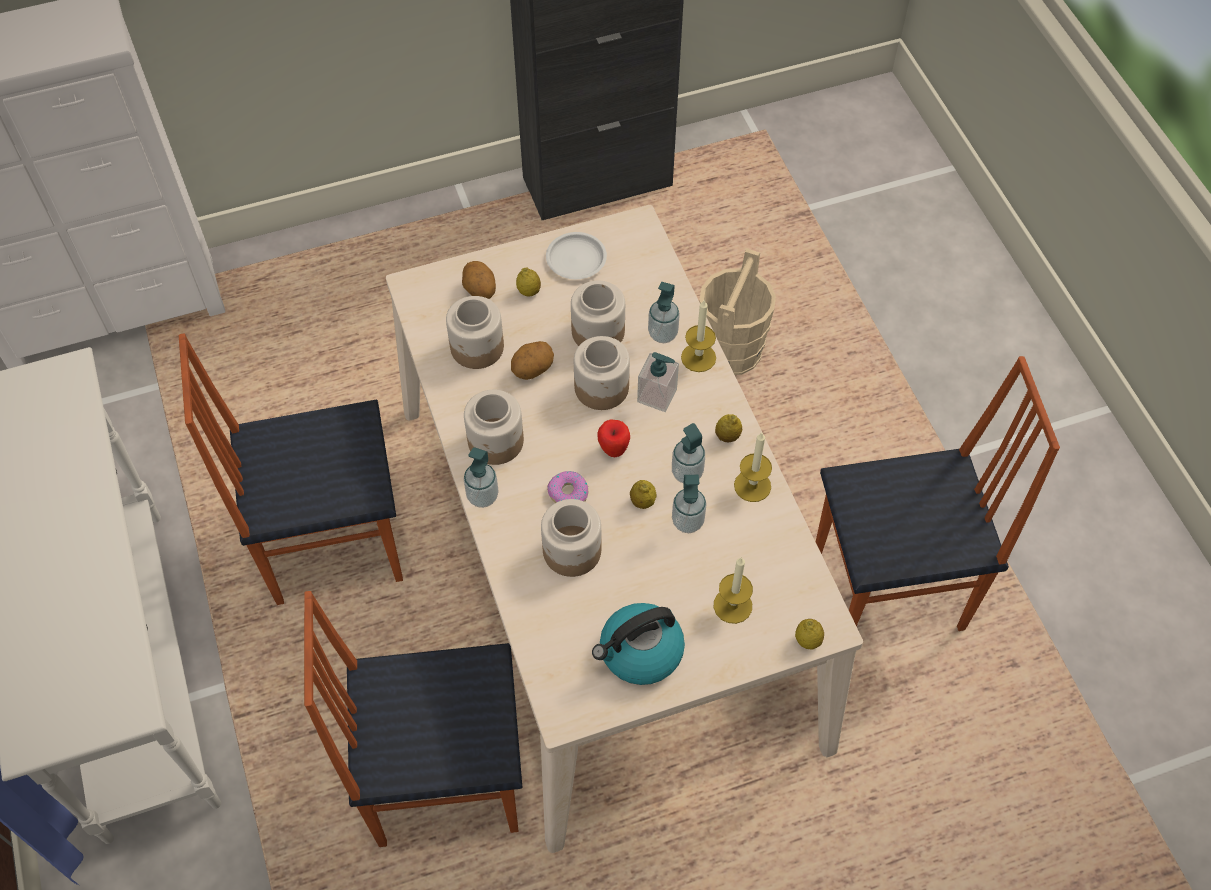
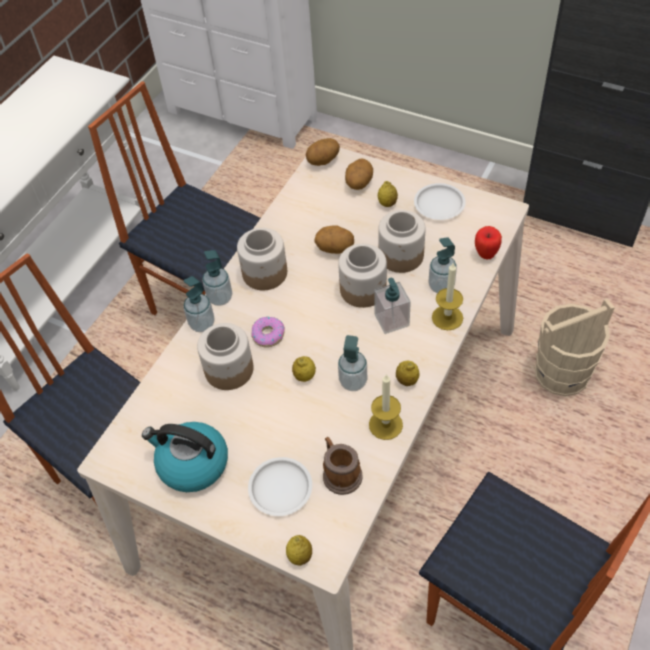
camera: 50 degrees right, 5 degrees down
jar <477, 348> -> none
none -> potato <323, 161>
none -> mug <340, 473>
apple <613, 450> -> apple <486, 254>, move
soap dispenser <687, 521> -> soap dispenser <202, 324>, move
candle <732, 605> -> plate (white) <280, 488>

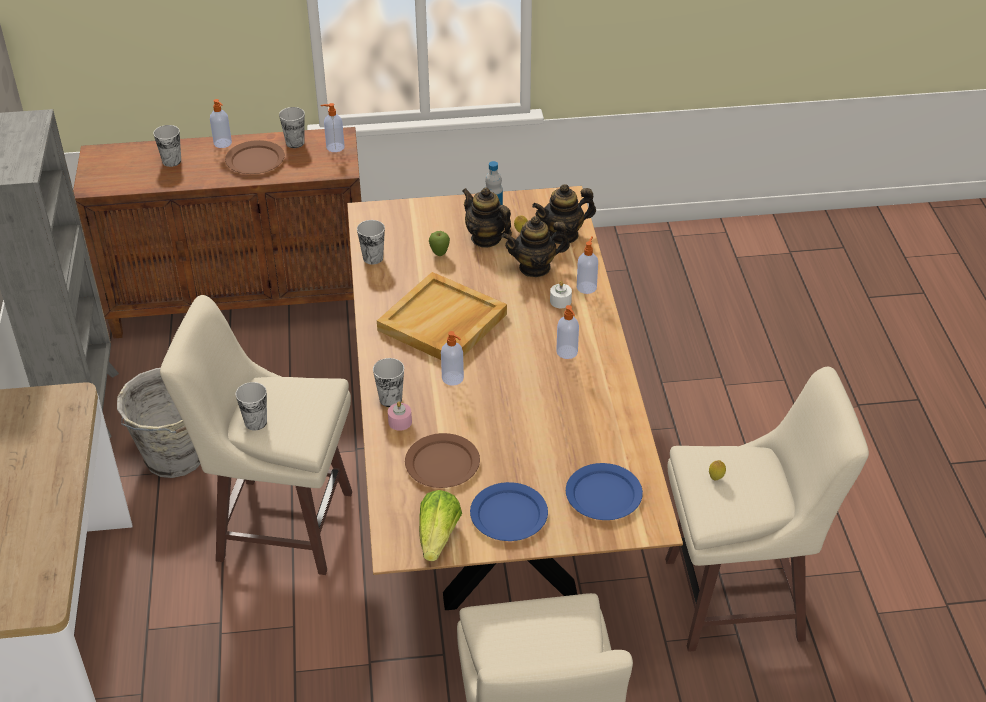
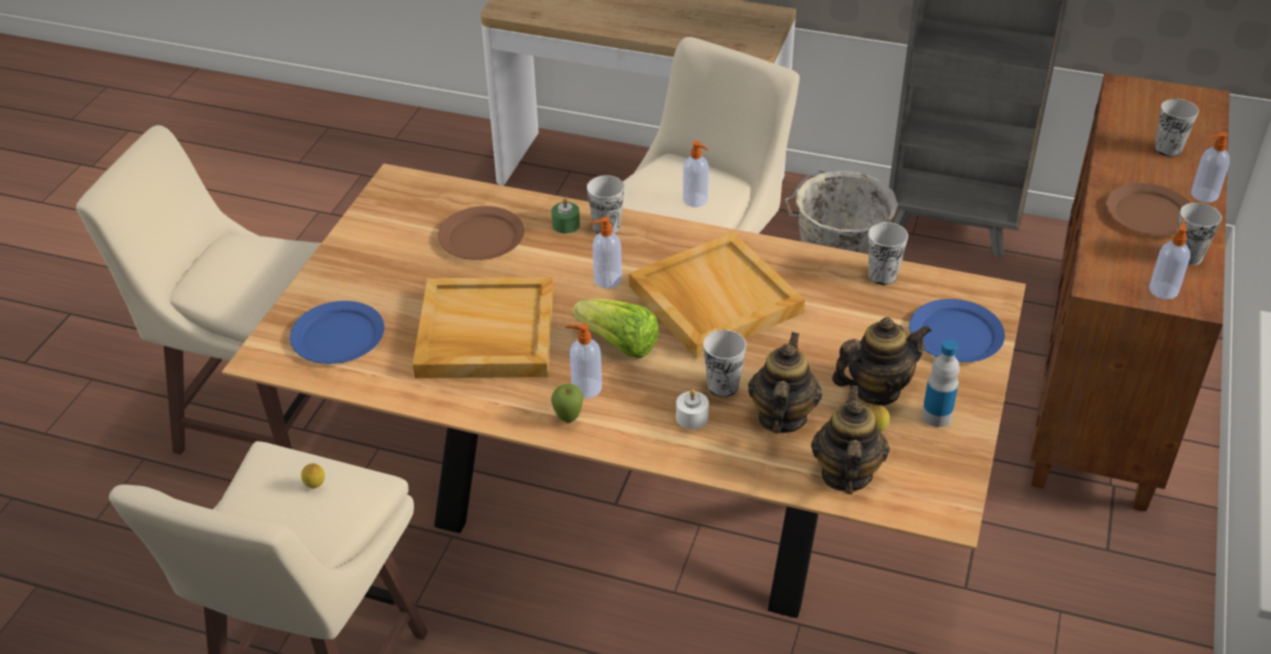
camera: 115 degrees right, 0 degrees up
none -> tray (beige) <485, 333>
cup <256, 422> -> cup <723, 386>, move
lettuce <438, 537> -> lettuce <618, 344>, move
apple <439, 254> -> apple <568, 419>, move
plate (blue) <509, 515> -> plate (blue) <955, 335>, move
soap dispenser <586, 287> -> soap dispenser <696, 200>, move
candle (pink) <400, 422> -> candle (green) <566, 225>

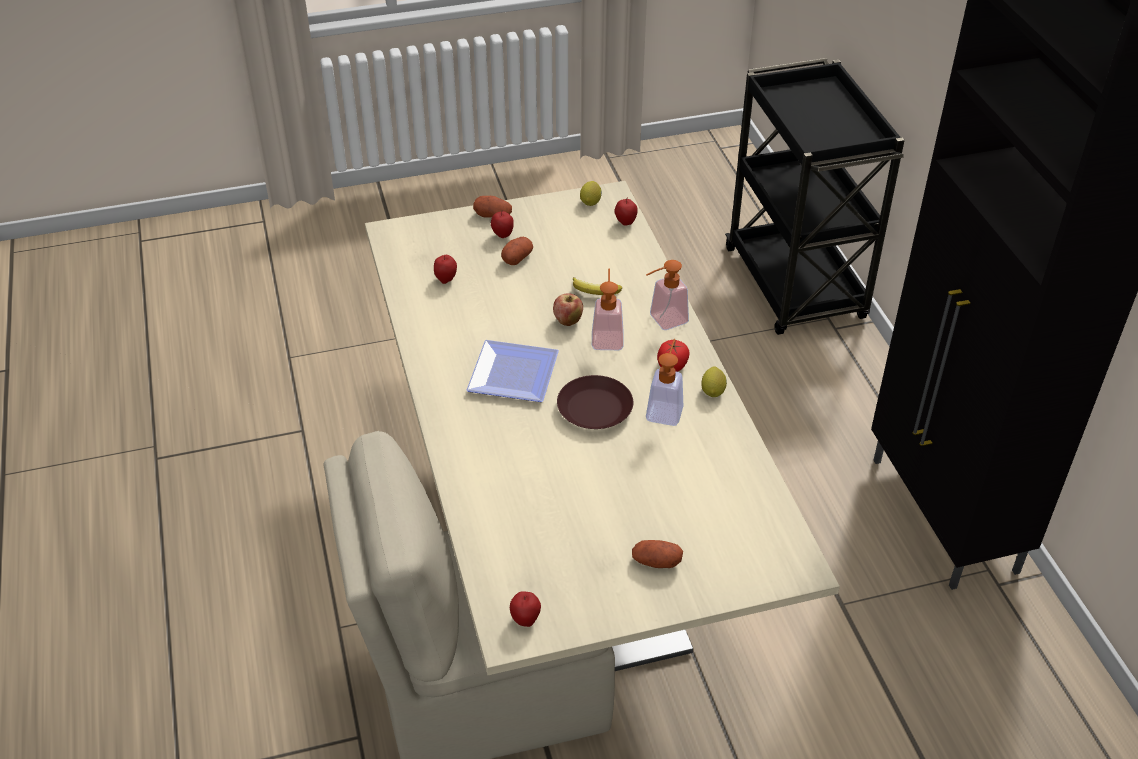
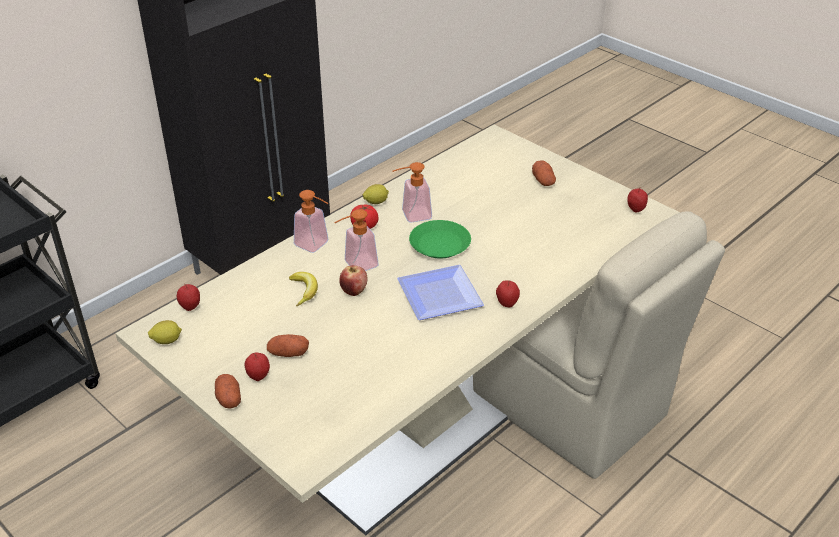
camera: 120 degrees left, 5 degrees down
apple <446, 279> -> apple <506, 304>, move
plate (brown) <595, 408> -> plate (green) <439, 244>

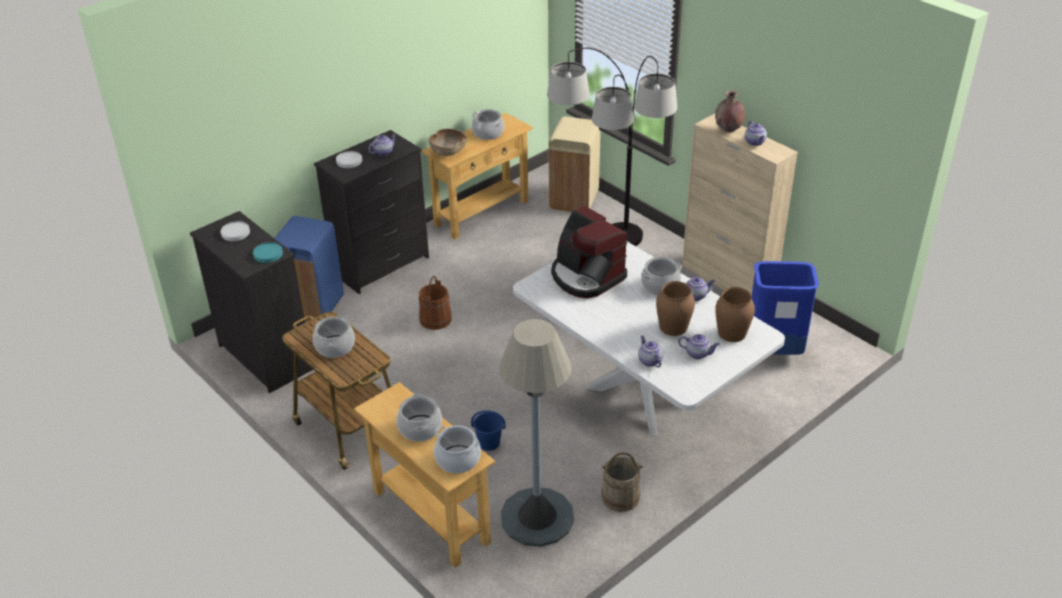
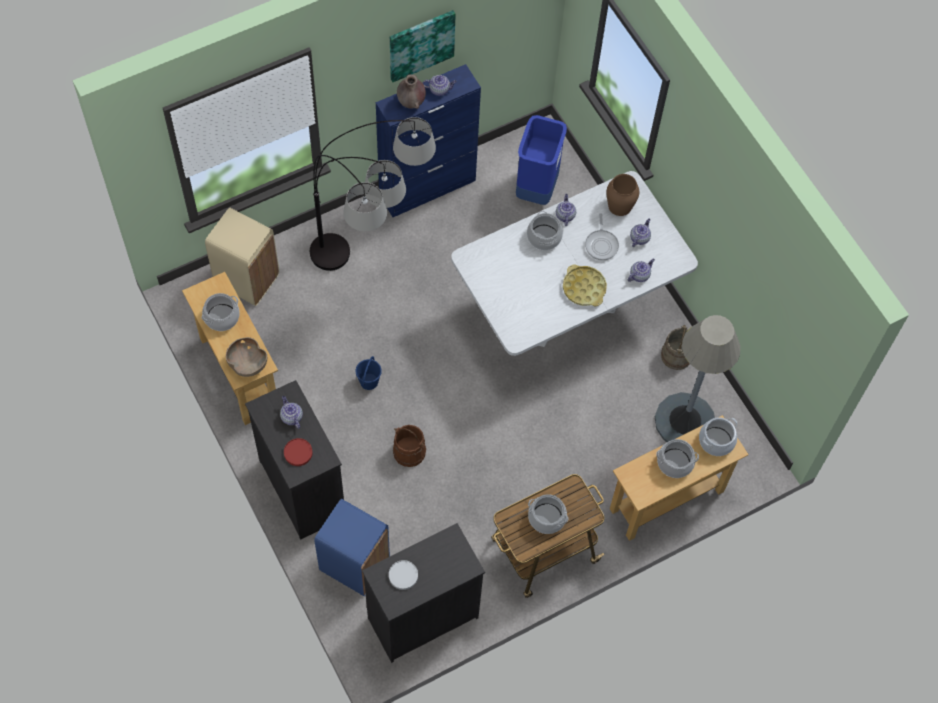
camera: 80 degrees left, 25 degrees up
plate (turquoise) <268, 254> -> none
coffee machine <586, 276> -> none
none -> picture <421, 44>
none -> tray (yellow) <584, 288>
bucket (blue) <488, 443> -> bucket (blue) <369, 382>, move
vase (brown) <673, 327> -> frying pan <601, 244>
plate (white) <349, 161> -> plate (red) <298, 453>
cabinet (beige) <728, 280> -> cabinet (blue) <428, 187>
teapot <649, 361> -> teapot <639, 275>, 150 degrees clockwise

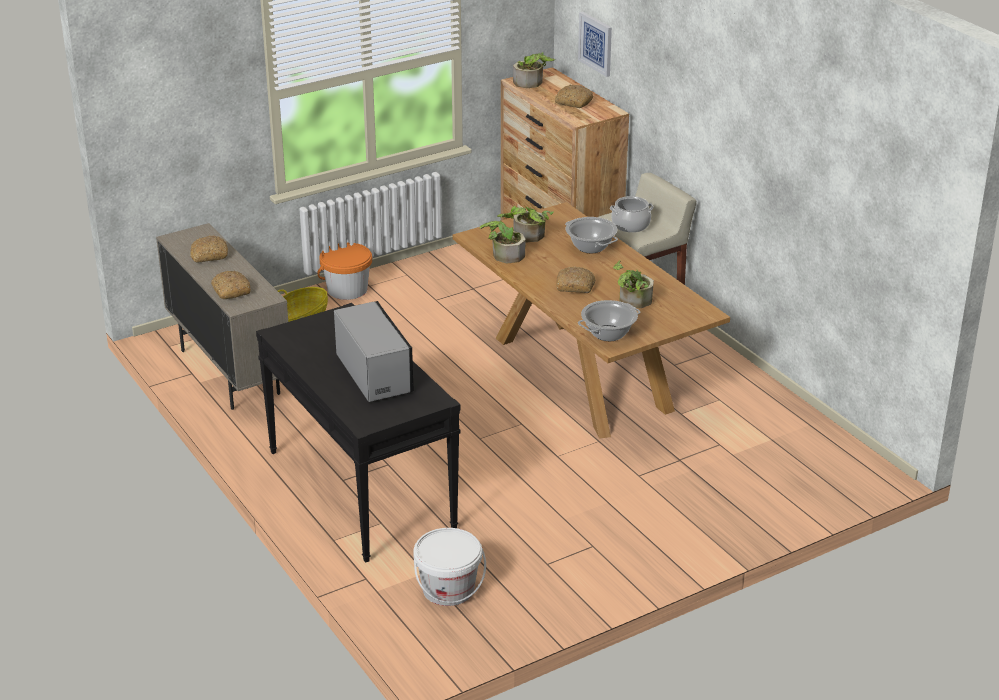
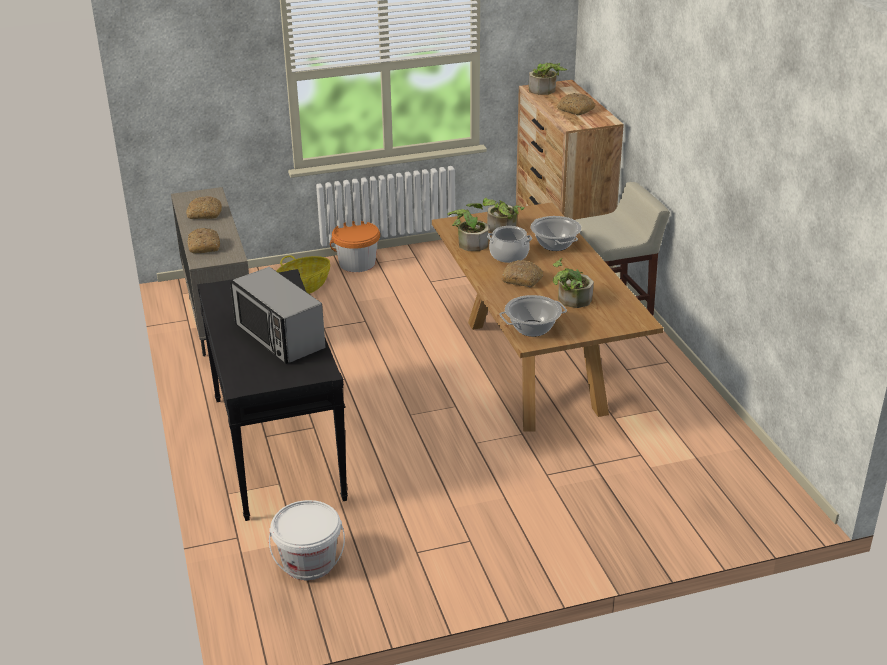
camera: 15 degrees right, 0 degrees up
picture <596, 43> -> none
cooking pot <630, 225> -> cooking pot <509, 255>, move
microwave <374, 373> -> microwave <279, 337>, 150 degrees clockwise

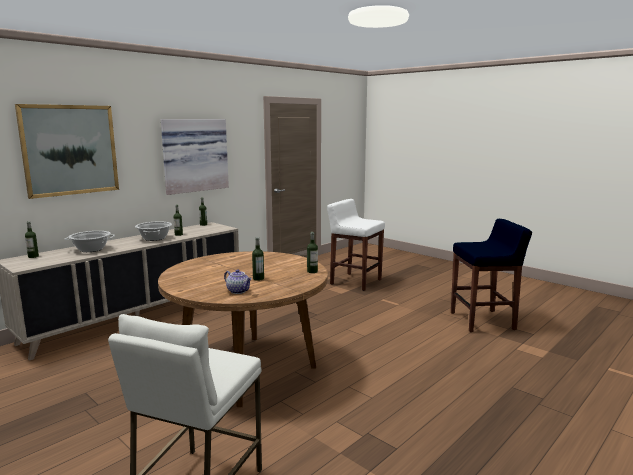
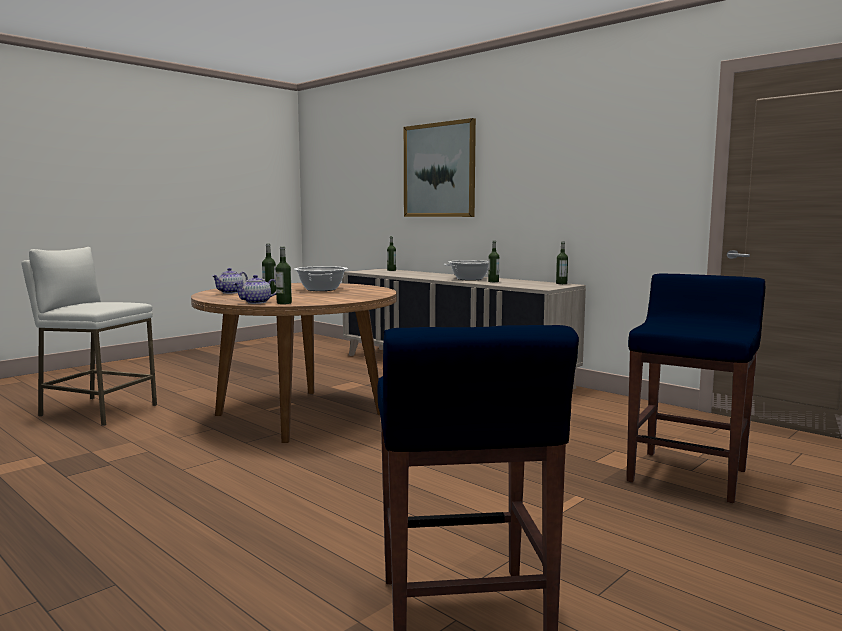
camera: 90 degrees right, 5 degrees down
picture <194, 155> -> none
none -> teapot <256, 302>
cooking pot <91, 249> -> cooking pot <321, 289>, move
stool (white) <355, 281> -> stool (blue) <688, 475>

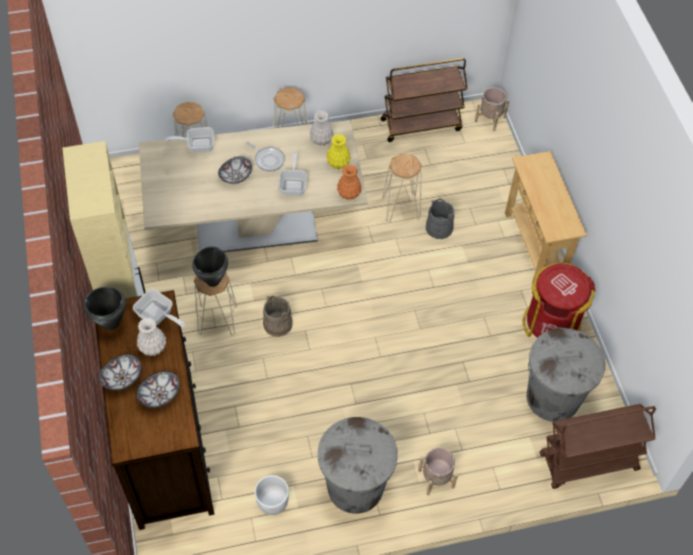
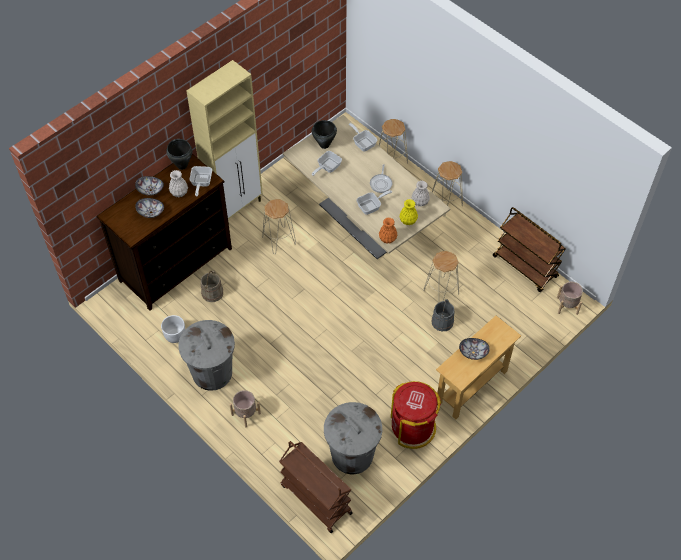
camera: 60 degrees right, 0 degrees up
none -> frying pan <327, 167>
cooking pot (black) <213, 281> -> cooking pot (black) <324, 145>, move
bowl <236, 177> -> bowl <473, 352>, move
bucket (beige) <277, 324> -> bucket (beige) <212, 293>, move

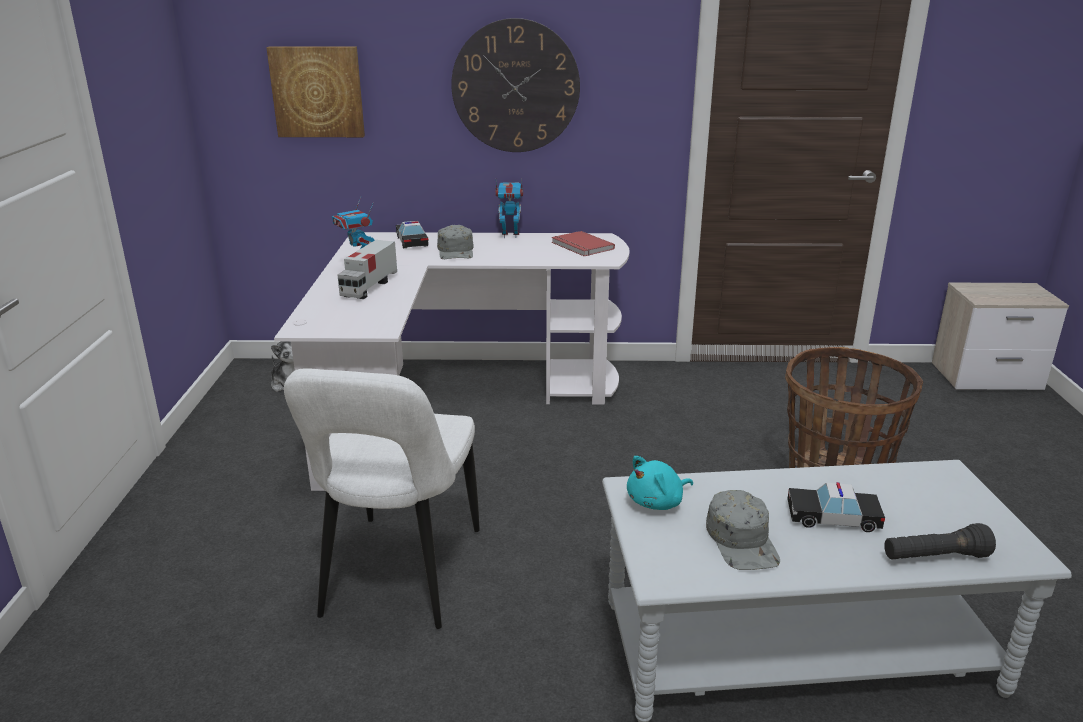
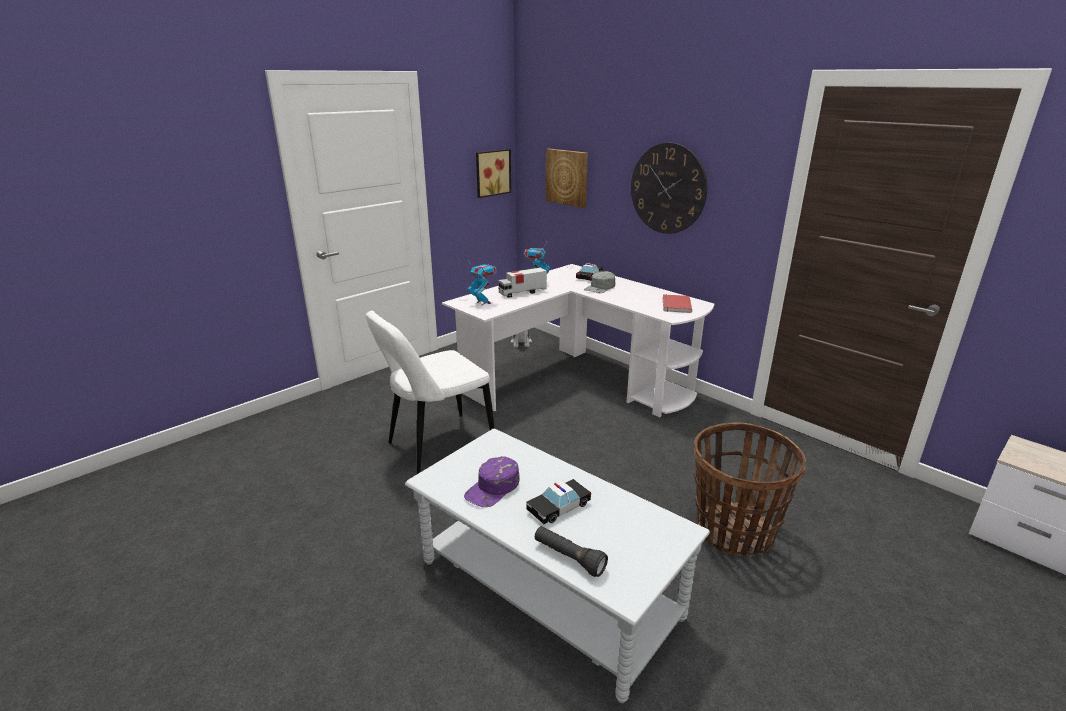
camera: 45 degrees right, 0 degrees up
plush toy (turquoise) <657, 502> -> none
none -> picture <492, 172>
toy robot <510, 235> -> toy robot <483, 303>, move
cap (grey) <742, 540> -> cap (purple) <493, 488>
toy car <833, 517> -> toy car <558, 507>, 90 degrees counterclockwise

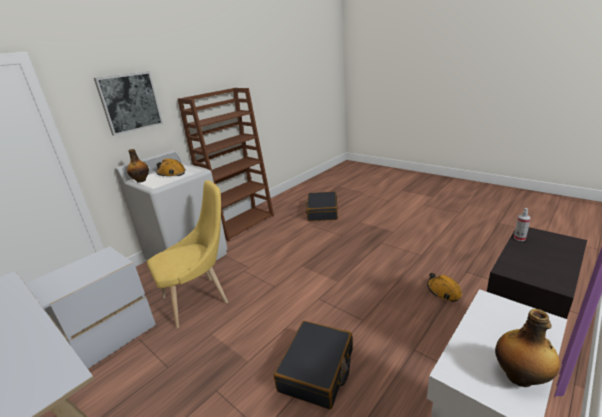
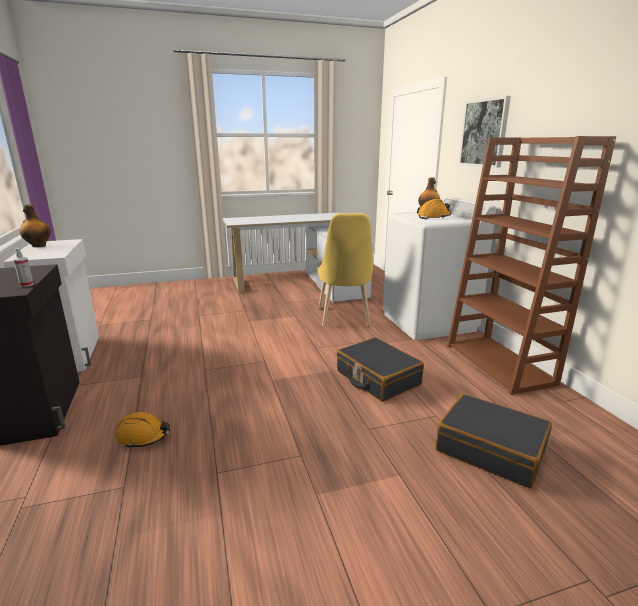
camera: 120 degrees right, 5 degrees down
suitcase (black) <317, 370> -> suitcase (black) <377, 378>, move

